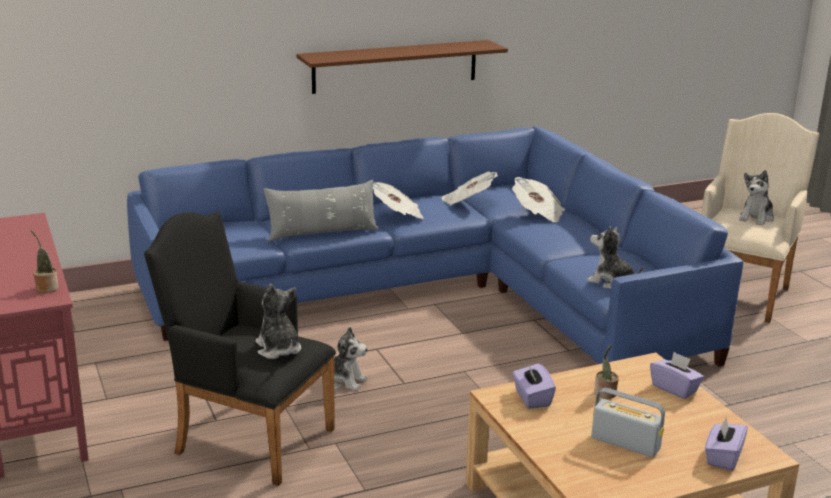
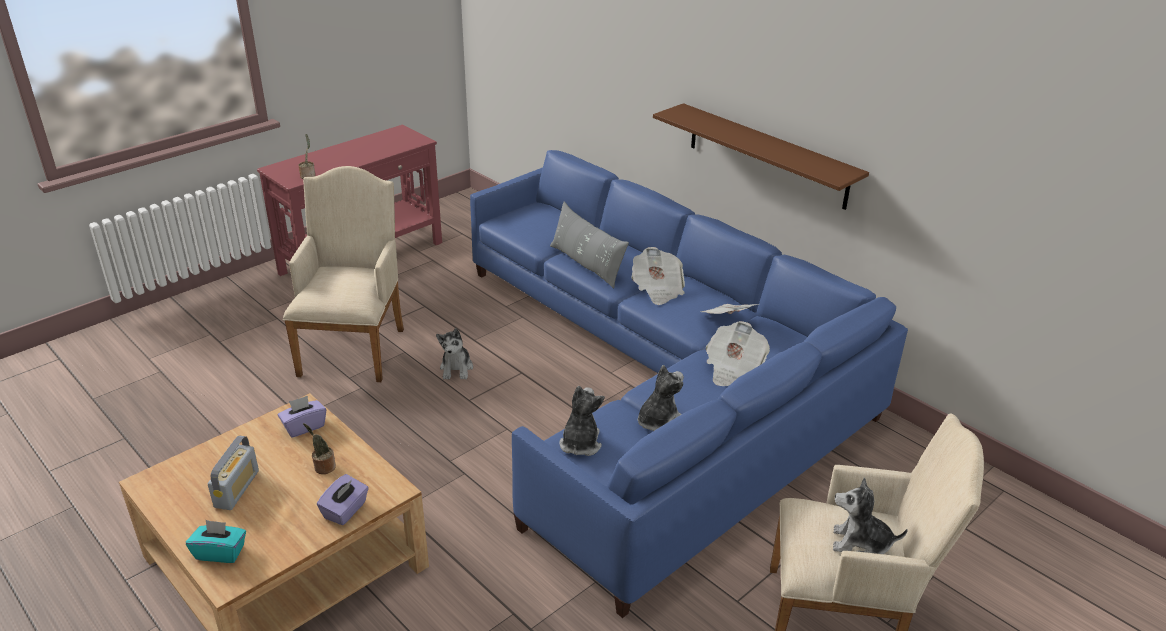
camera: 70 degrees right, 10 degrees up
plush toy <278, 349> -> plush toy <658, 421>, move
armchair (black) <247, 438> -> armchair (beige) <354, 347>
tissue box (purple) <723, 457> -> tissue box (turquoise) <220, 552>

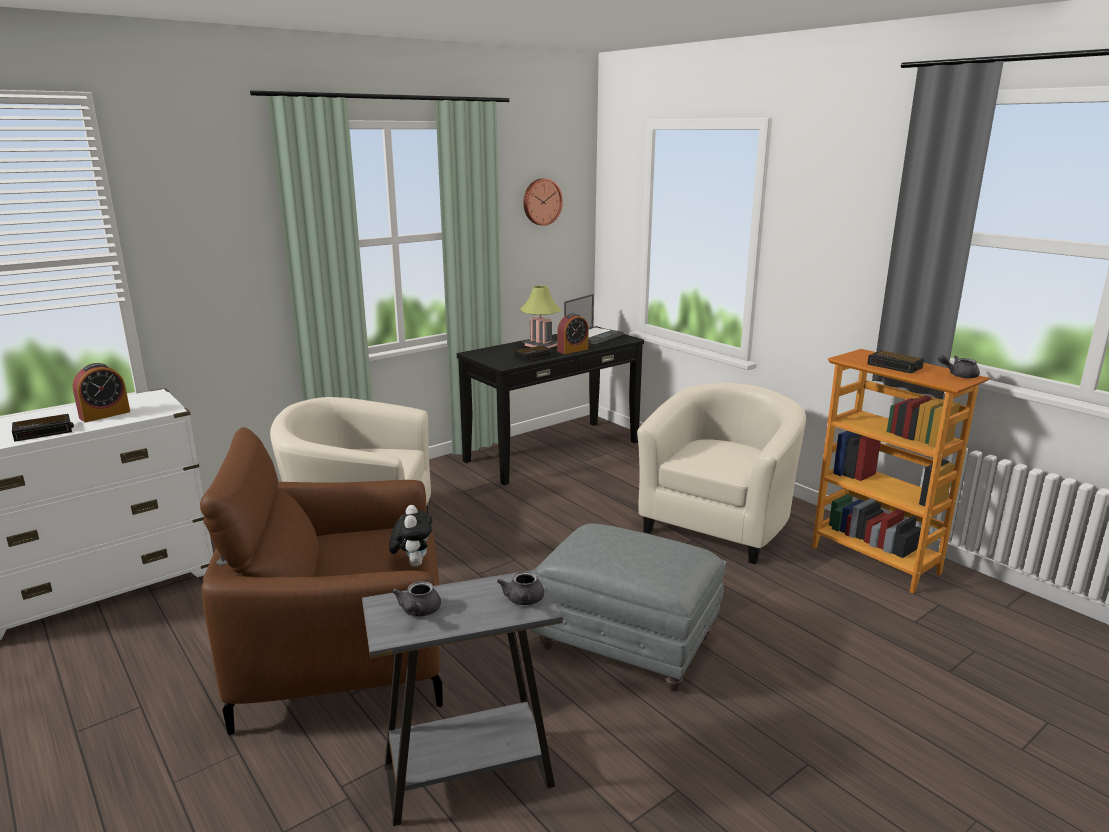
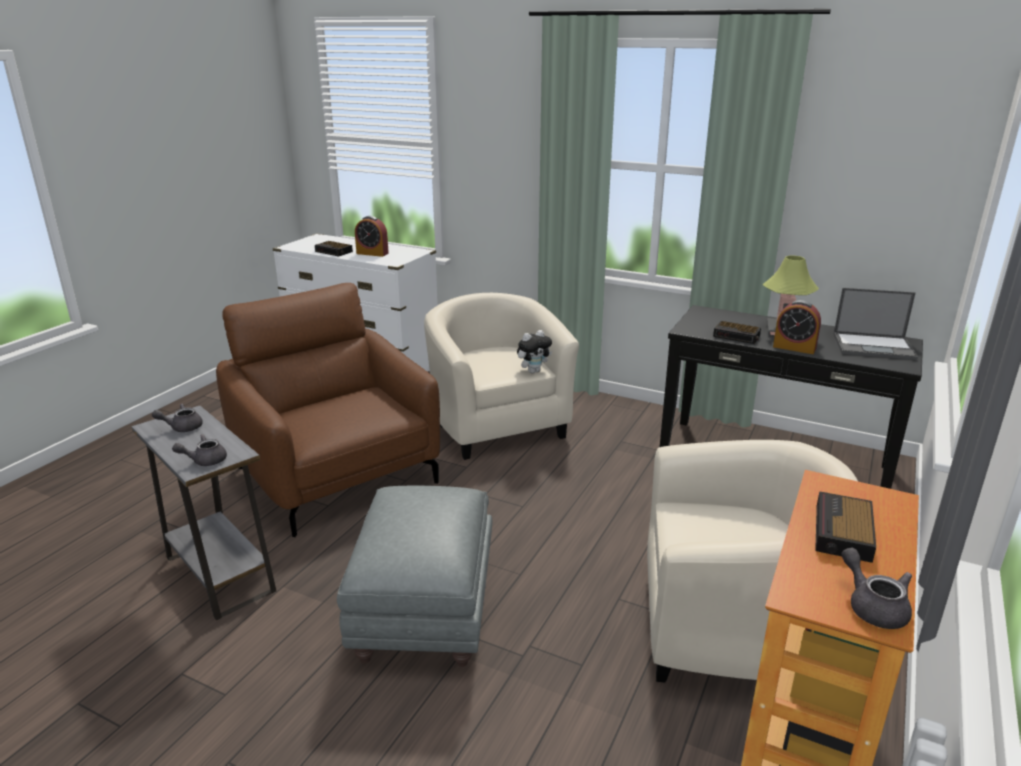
camera: 65 degrees right, 5 degrees up
wall clock <541, 201> -> none
plush toy <413, 563> -> plush toy <533, 371>, move

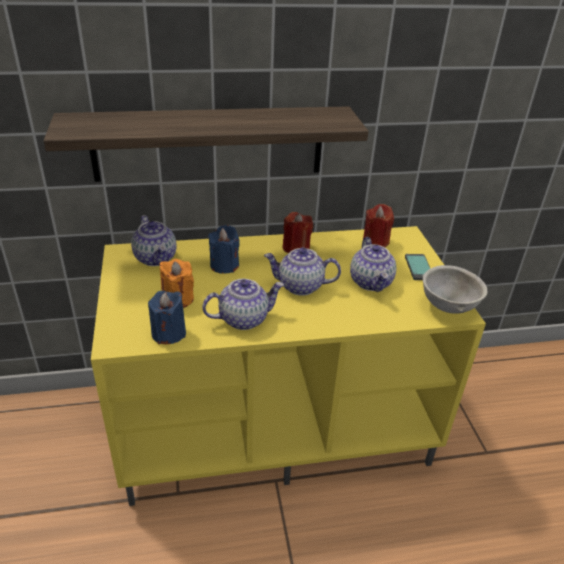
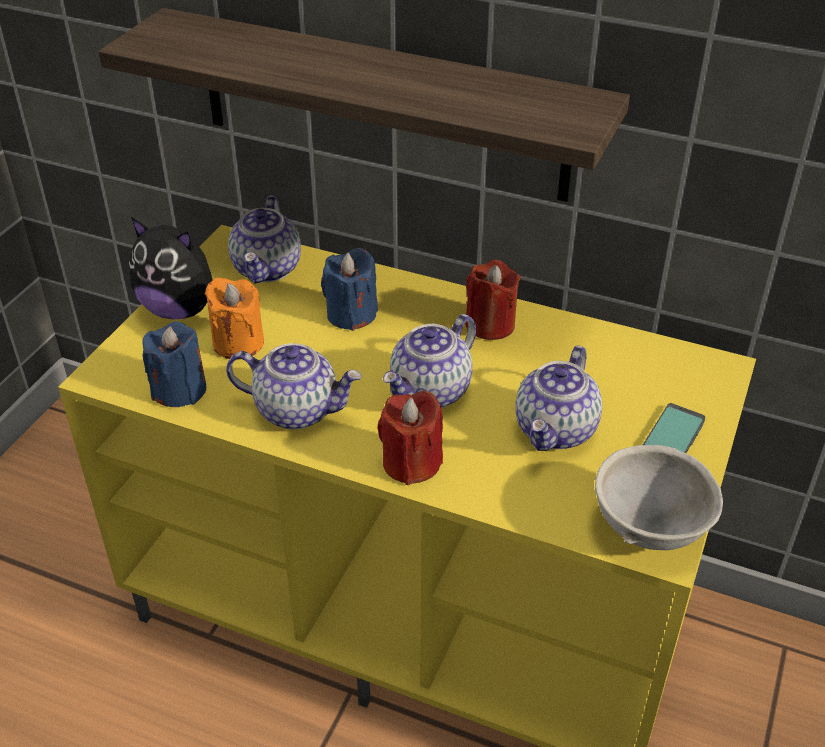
camera: 35 degrees right, 5 degrees up
none -> plush toy <180, 309>
candle (red) <375, 241> -> candle (red) <411, 463>, move
teapot <300, 286> -> teapot <431, 392>, 90 degrees counterclockwise

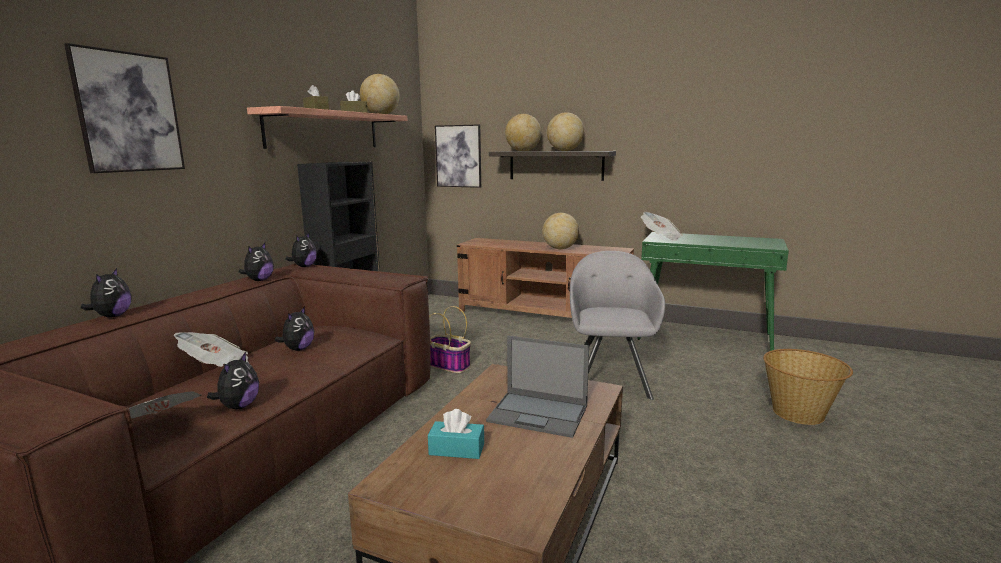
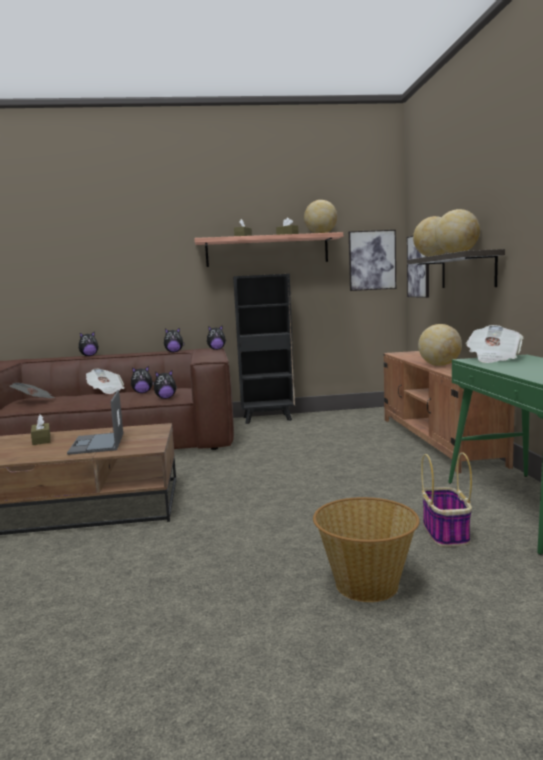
camera: 60 degrees right, 5 degrees down
armchair (grey) <609, 378> -> none
picture <129, 112> -> picture <372, 260>, move
plush toy <239, 406> -> plush toy <165, 398>, move
basket <449, 365> -> basket <446, 533>, move
tissue box (turquoise) <456, 449> -> tissue box (brown) <41, 440>

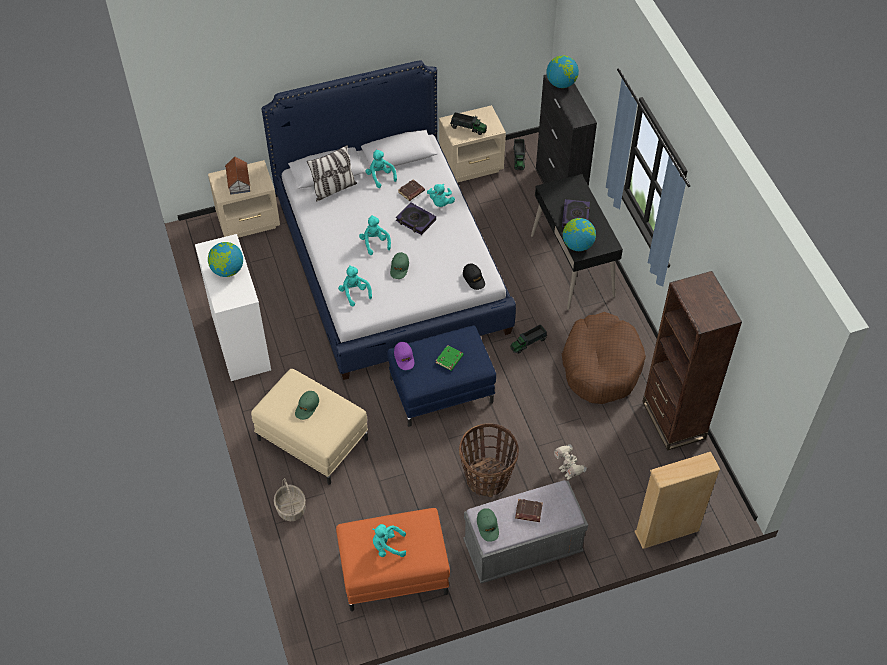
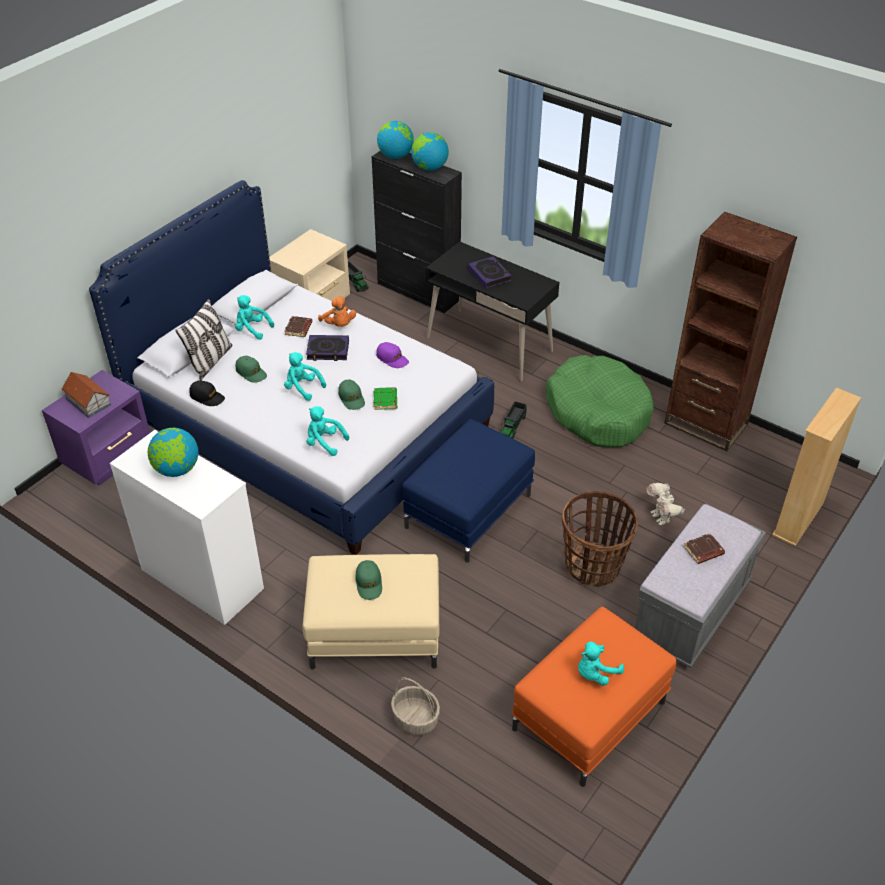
camera: 35 degrees left, 10 degrees down
toy truck <468, 128> -> none
cap (purple) <404, 358> -> cap (purple) <392, 359>, move
book (green) <449, 359> -> book (green) <386, 401>, move
cap (black) <474, 278> -> cap (black) <207, 397>, move
cap (green) <488, 526> -> cap (green) <251, 373>, move
globe <577, 245> -> globe <429, 168>, move
nightstand (beige) <249, 222> -> nightstand (purple) <109, 457>
plush toy (turquoise) <440, 202> -> plush toy (orange) <338, 325>
dog bed (brown) <601, 365> -> dog bed (green) <598, 412>
toy robot <568, 471> -> toy robot <661, 517>, 45 degrees clockwise

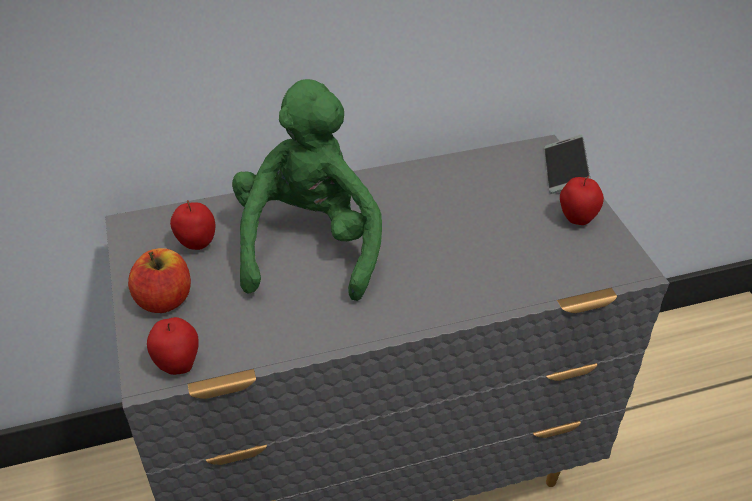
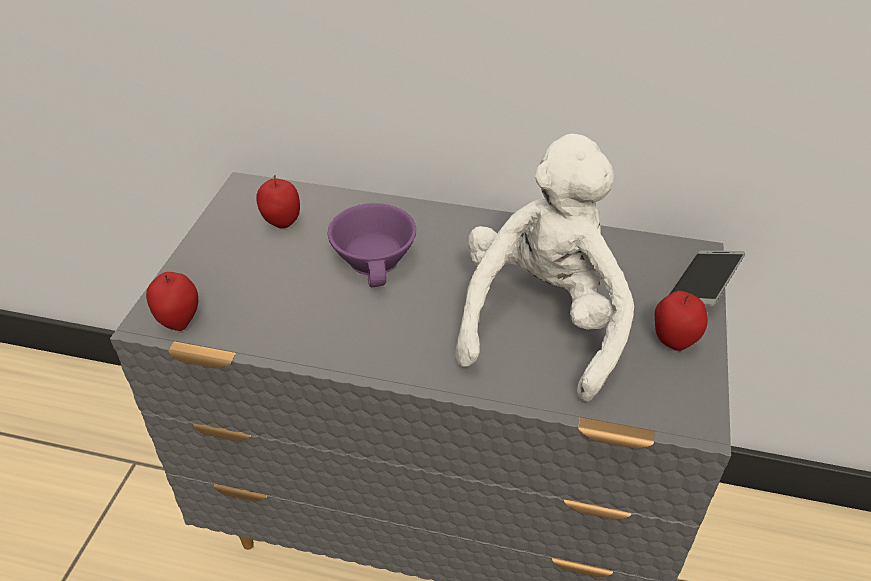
camera: 30 degrees right, 0 degrees up
apple <165, 300> -> none
none -> plush toy (white) <541, 322>
plush toy (green) <309, 244> -> cup (purple) <377, 260>

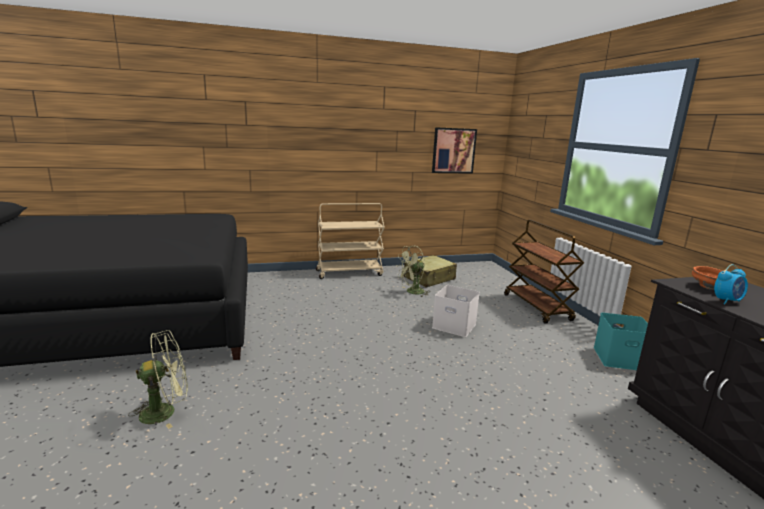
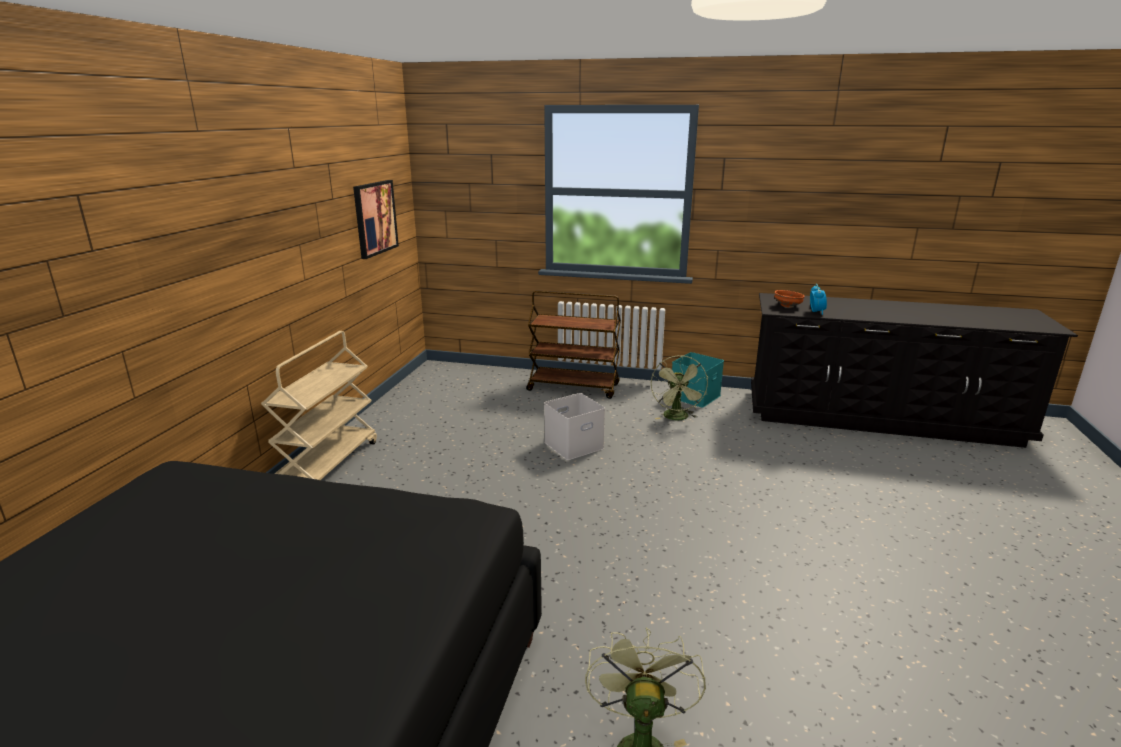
camera: 60 degrees left, 5 degrees up
suitcase (beige) <429, 278> -> none
fan (green) <412, 292> -> fan (green) <677, 418>, move

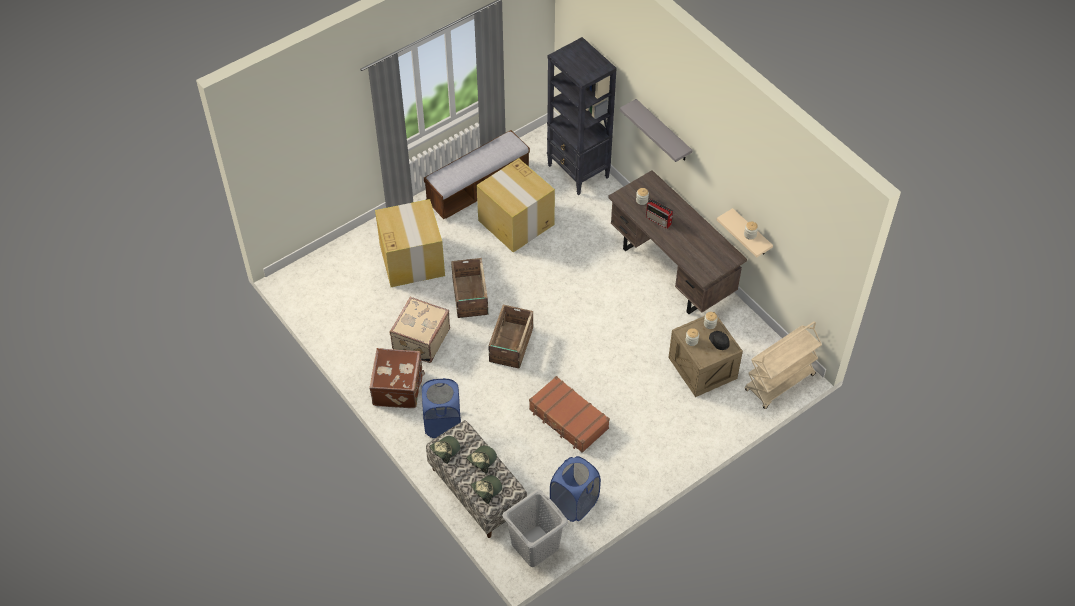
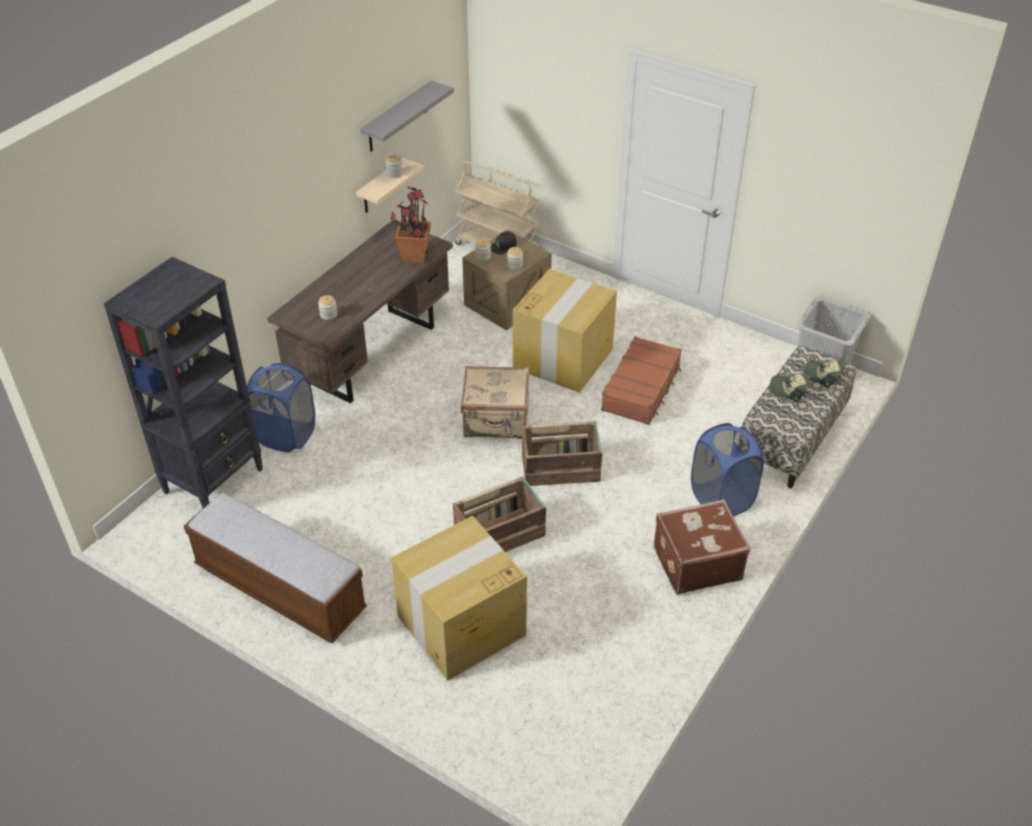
camera: 110 degrees left, 10 degrees down
cap <445, 450> -> none
radio <659, 220> -> none
none -> potted plant <414, 256>
suitcase (beige) <420, 340> -> suitcase (beige) <496, 421>, move
cardboard box <516, 223> -> cardboard box <563, 358>, move
laundry basket (blue) <574, 503> -> laundry basket (blue) <286, 435>, move
shelf (grey) <663, 131> -> shelf (grey) <397, 117>, move

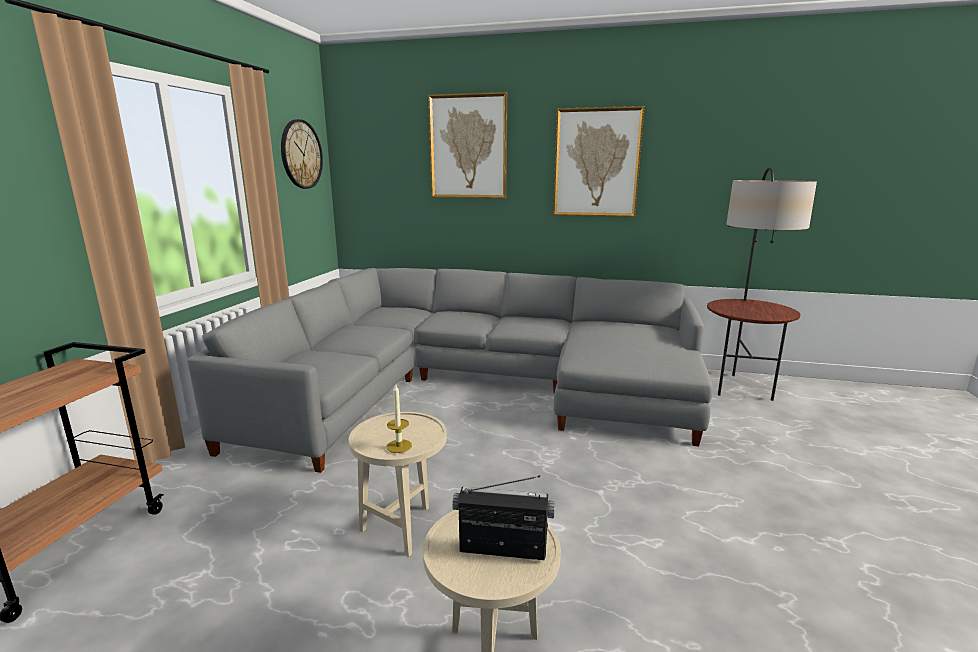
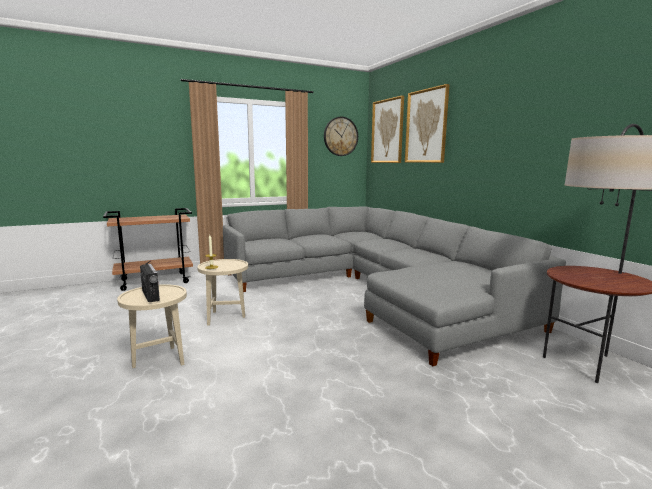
camera: 50 degrees right, 5 degrees down
picture <596, 163> -> picture <387, 131>, move

